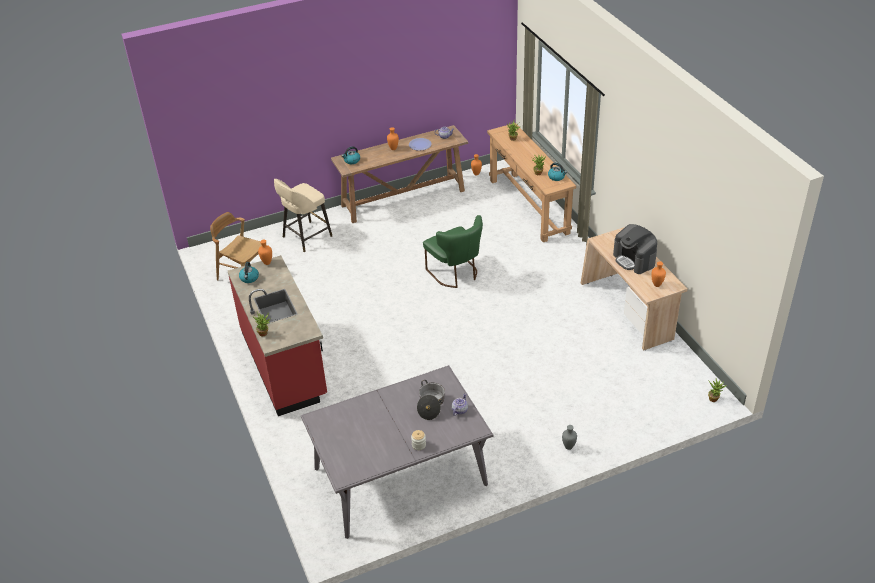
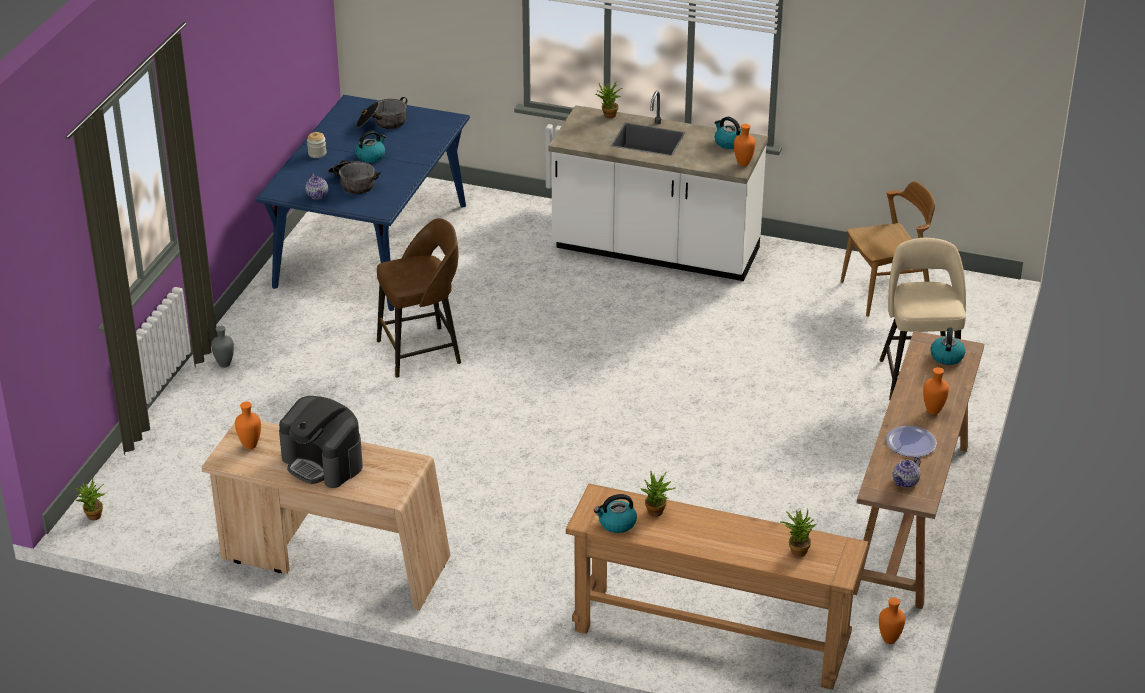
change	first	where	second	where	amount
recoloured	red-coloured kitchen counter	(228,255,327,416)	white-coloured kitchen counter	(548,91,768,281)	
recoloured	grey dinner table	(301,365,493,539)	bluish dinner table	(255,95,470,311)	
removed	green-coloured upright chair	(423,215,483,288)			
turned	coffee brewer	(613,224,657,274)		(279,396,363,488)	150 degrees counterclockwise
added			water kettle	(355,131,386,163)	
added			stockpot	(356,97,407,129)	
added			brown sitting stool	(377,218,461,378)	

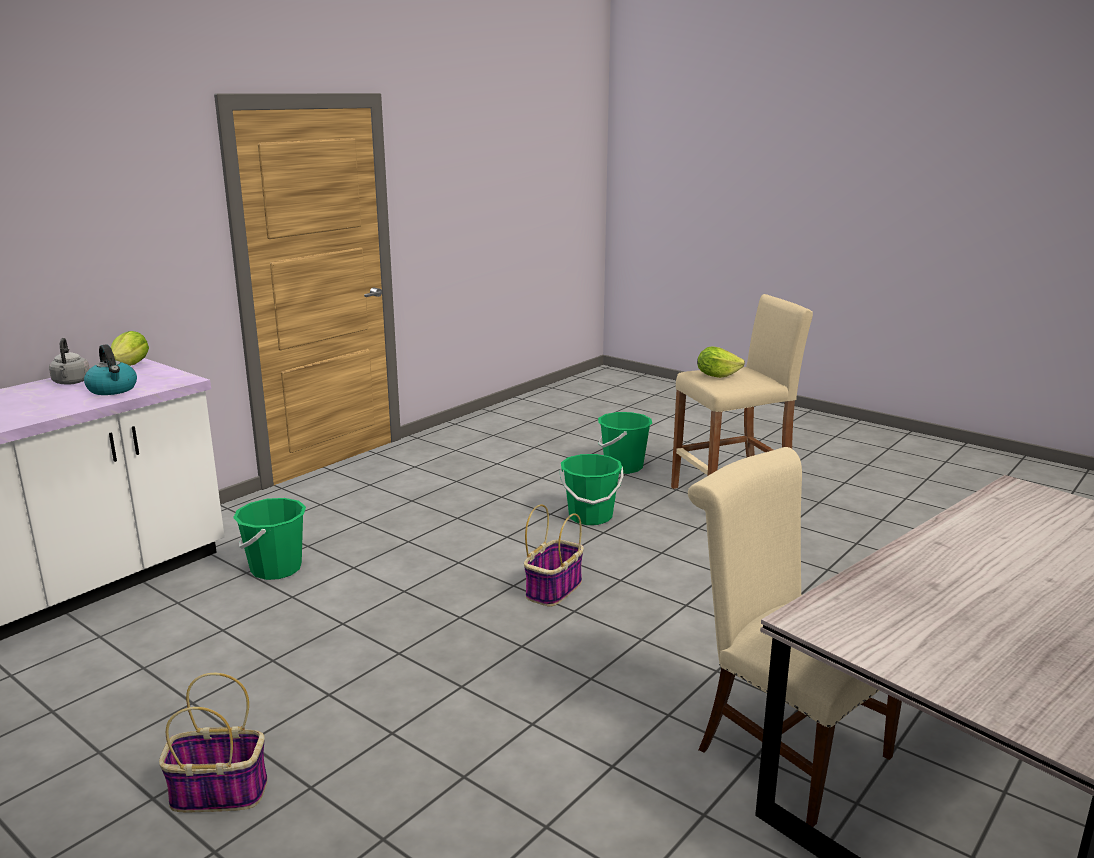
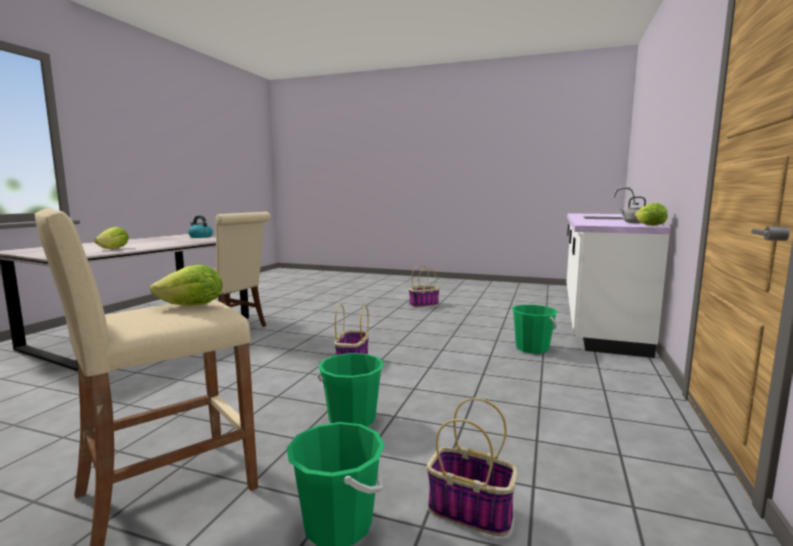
change	first	where	second	where	amount
moved	water kettle	(84,344,137,395)		(188,215,213,238)	
added			lettuce	(94,227,129,249)	
added			basket	(427,398,517,536)	

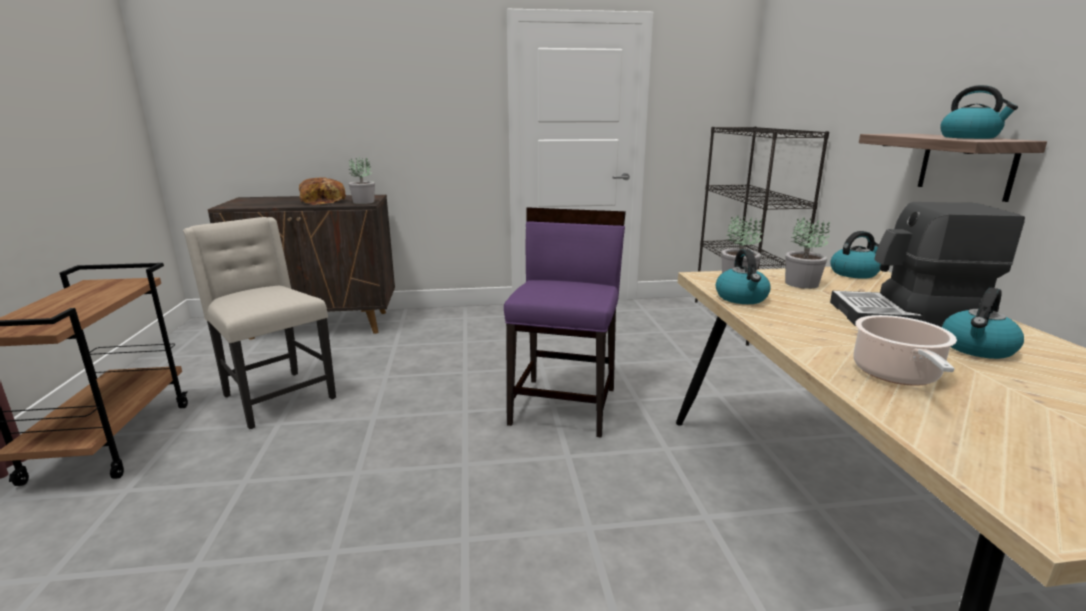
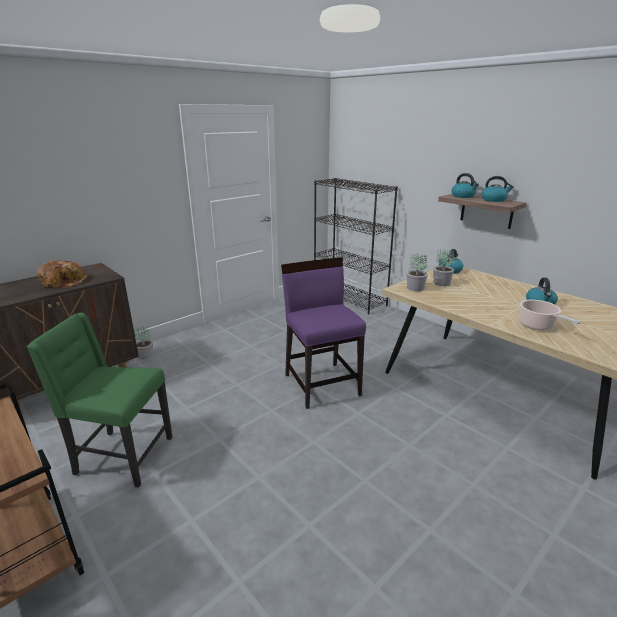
change	first	where	second	where	amount
recoloured	sand-coloured upright chair	(183,217,336,429)	green-coloured upright chair	(27,313,172,488)	
moved	plant in a pot	(349,156,375,204)		(134,325,153,359)	
moved	water kettle	(716,249,771,304)		(452,173,479,198)	
removed	coffee brewer	(830,202,1025,327)			

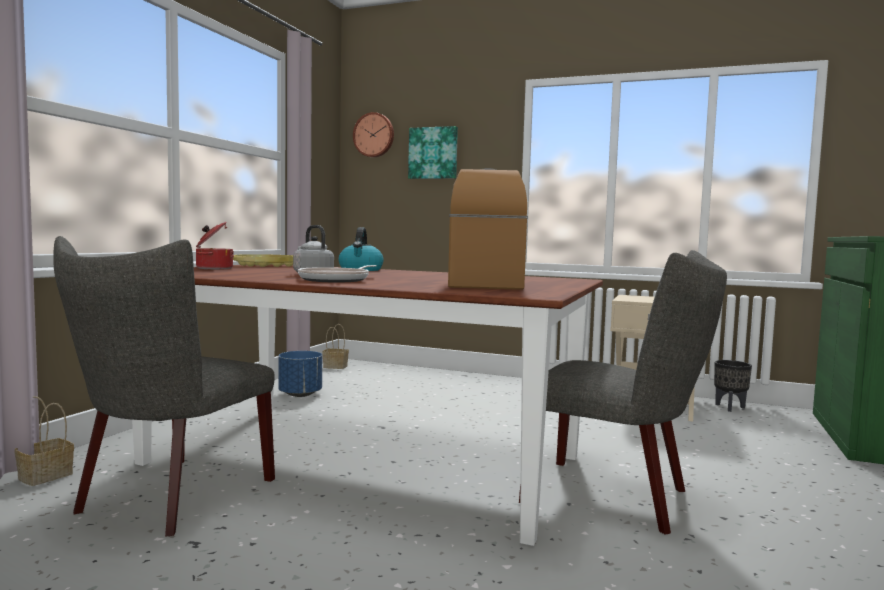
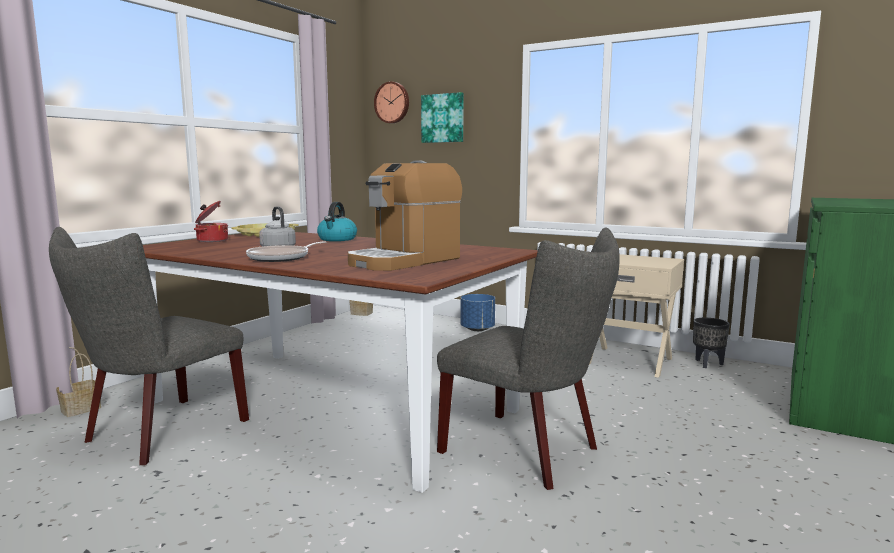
change	first	where	second	where	amount
moved	bluish flower pot	(278,351,322,397)		(461,294,495,331)	
turned	coffee brewer	(448,168,528,290)		(348,160,462,271)	150 degrees counterclockwise

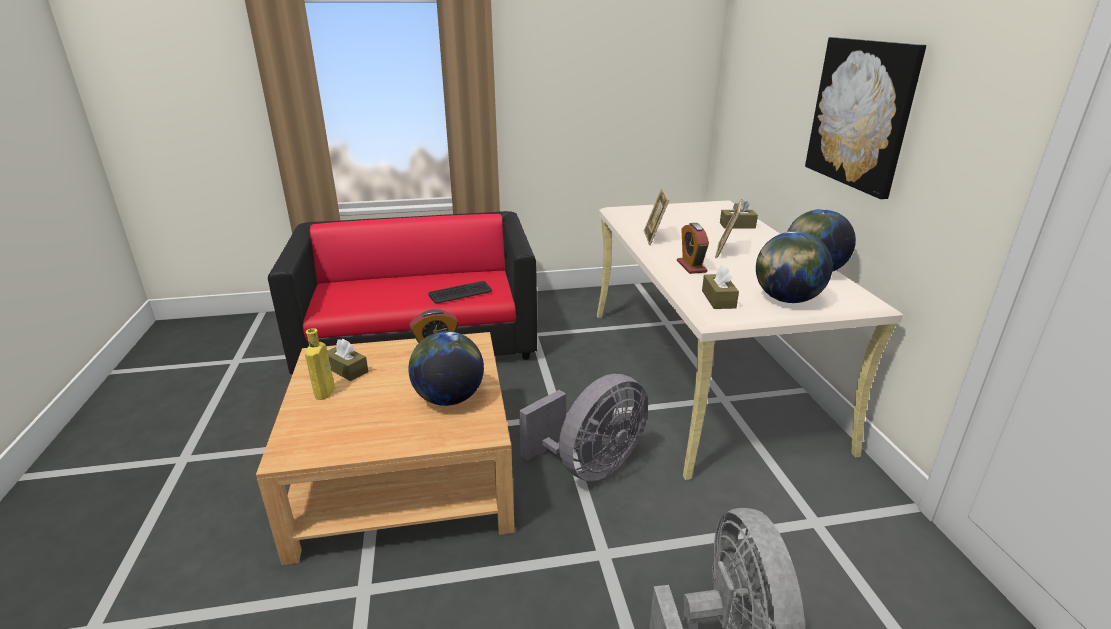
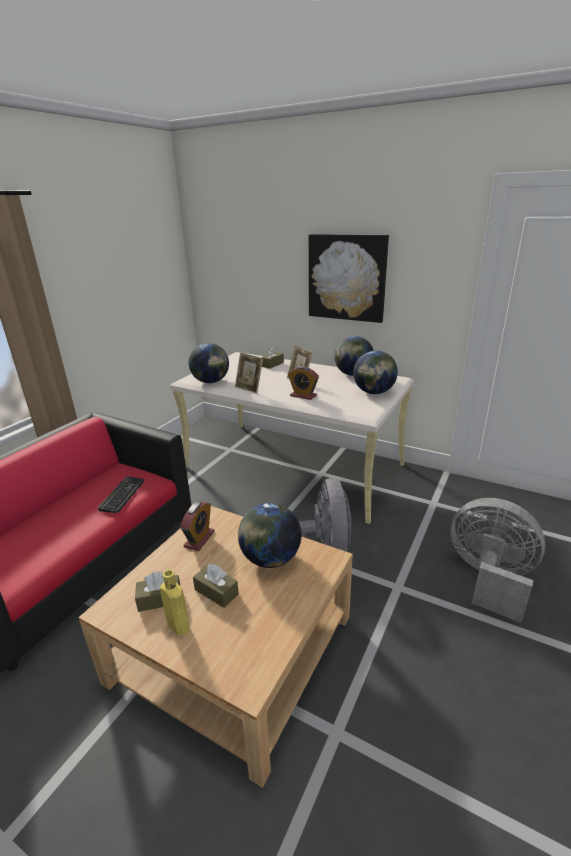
change	first	where	second	where	amount
moved	brown tissue holder	(702,265,739,309)		(193,564,239,608)	
added			desk globe	(189,343,229,383)	

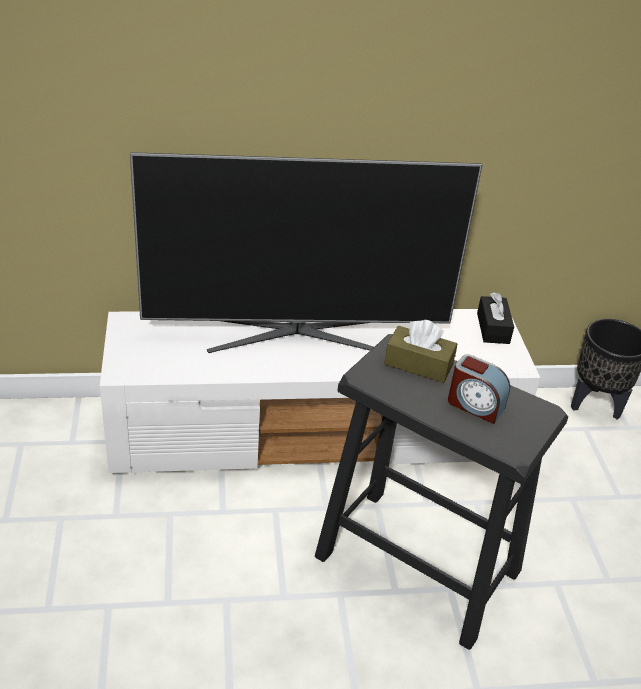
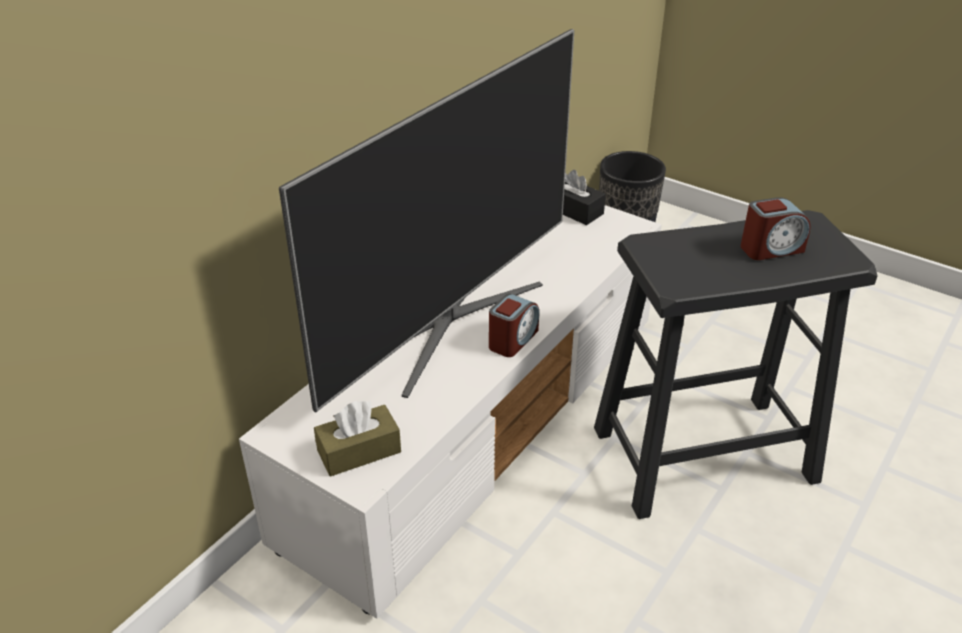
change	first	where	second	where	amount
moved	brown tissue holder	(384,320,457,383)		(314,401,401,477)	
added			table clock	(489,294,539,357)	

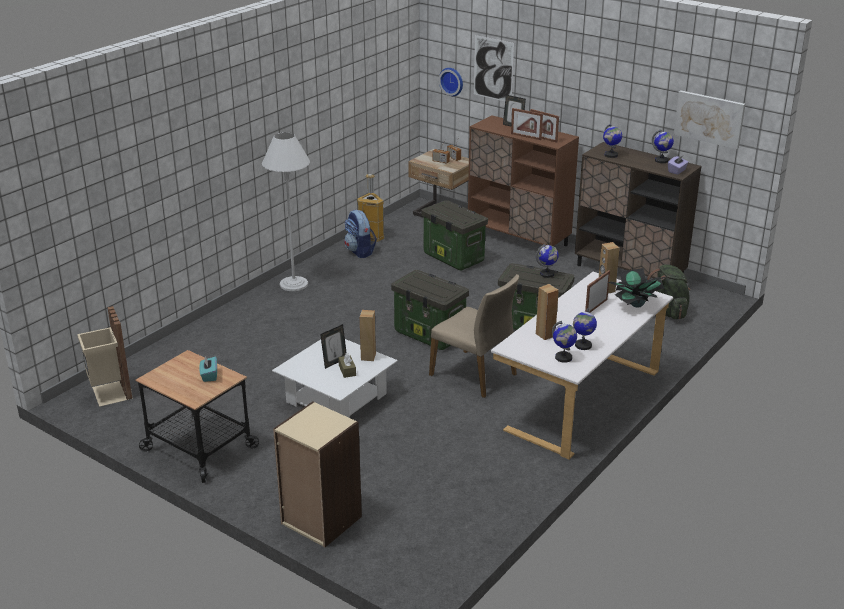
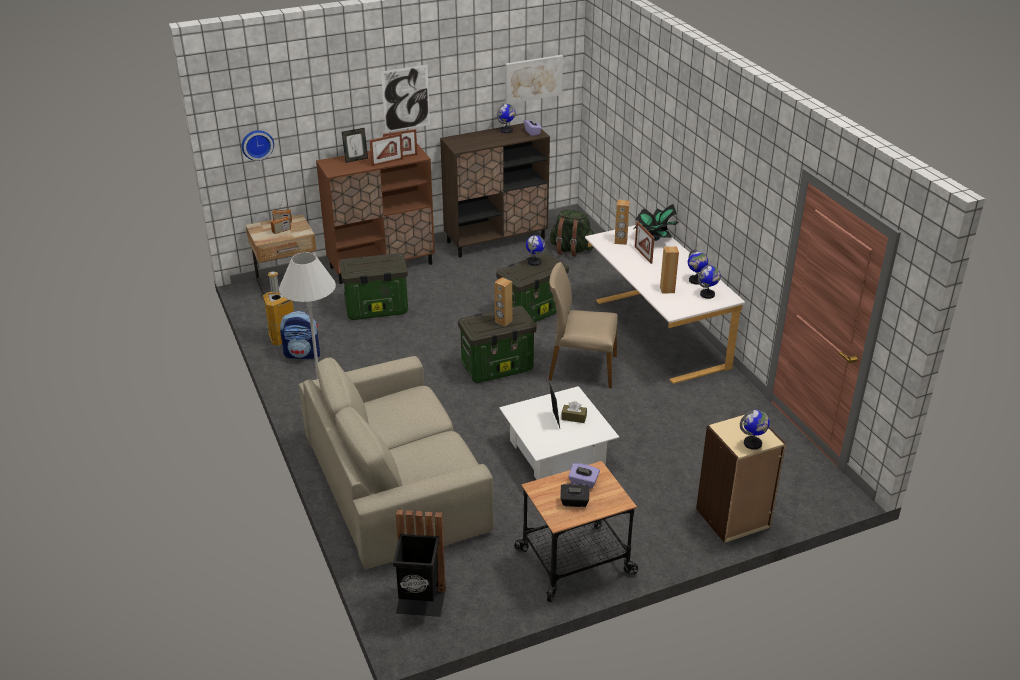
change	first	where	second	where	amount
recoloured	sand-coloured trash can	(77,306,133,407)	black trash can	(393,510,446,617)	
recoloured	turquoise-coloured tissue holder	(199,356,217,382)	purplish tissue holder	(569,463,600,489)	
moved	brown speaker	(360,310,376,361)		(495,277,512,326)	
turned	sand-coloured upright chair	(429,274,519,398)		(548,262,618,388)	150 degrees counterclockwise
moved	picture	(474,35,514,102)		(381,65,430,132)	
moved	desk globe	(603,123,622,158)		(740,410,770,450)	
added			sand-coloured settee	(299,356,494,569)	
added			black tissue holder	(561,484,590,507)	

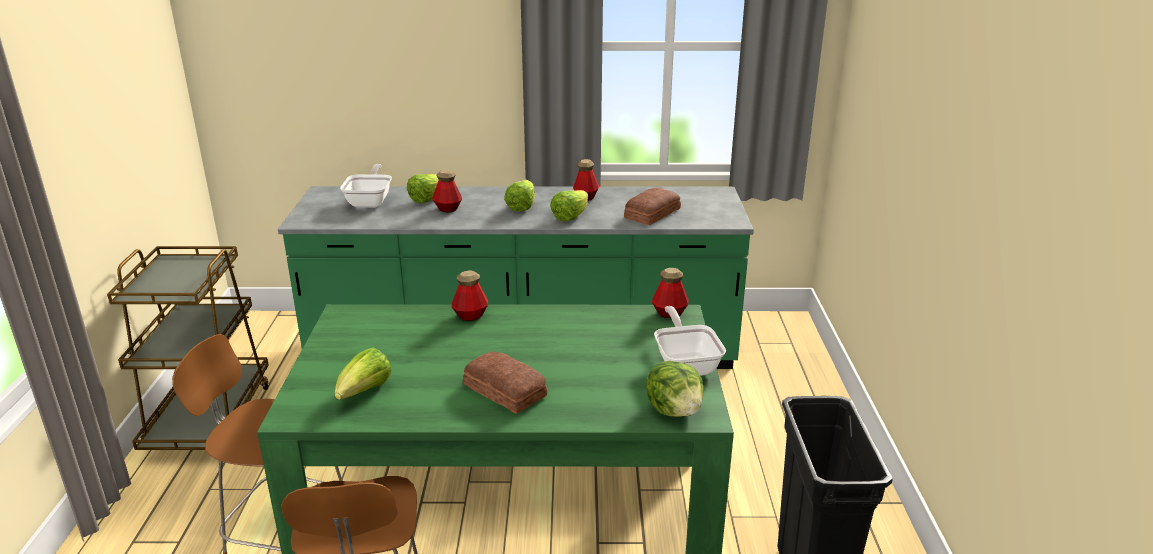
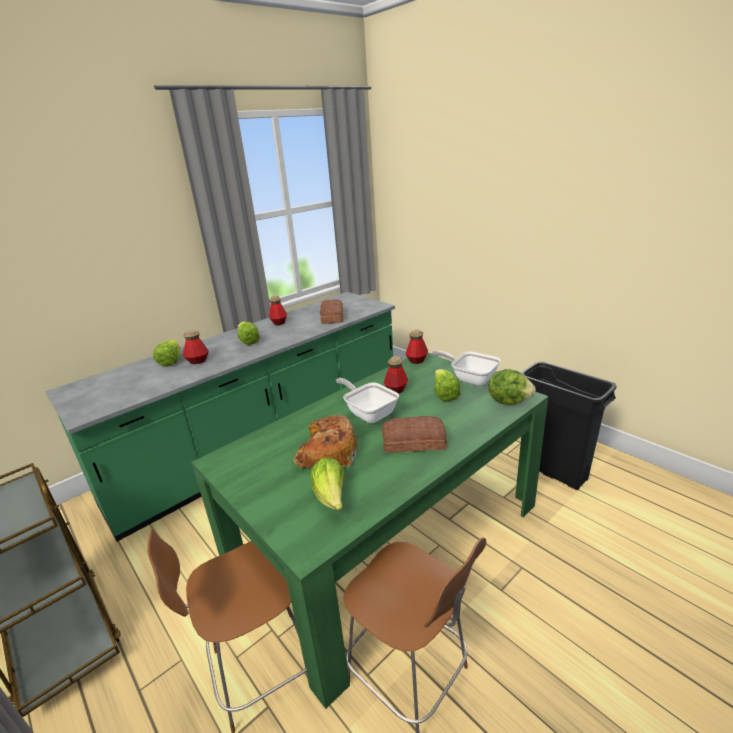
change	first	where	second	where	amount
moved	pan	(340,164,392,208)		(336,378,399,423)	
moved	drink bottle	(451,270,488,321)		(384,356,408,394)	
moved	lettuce	(550,190,588,221)		(434,369,460,402)	
added			baked bread	(293,415,358,468)	

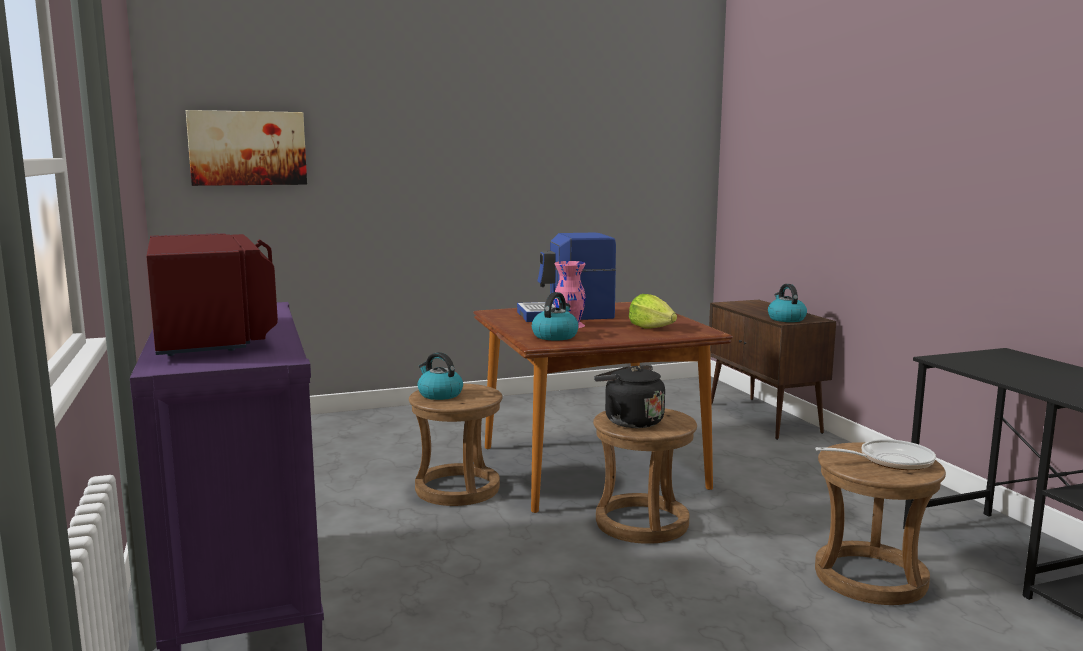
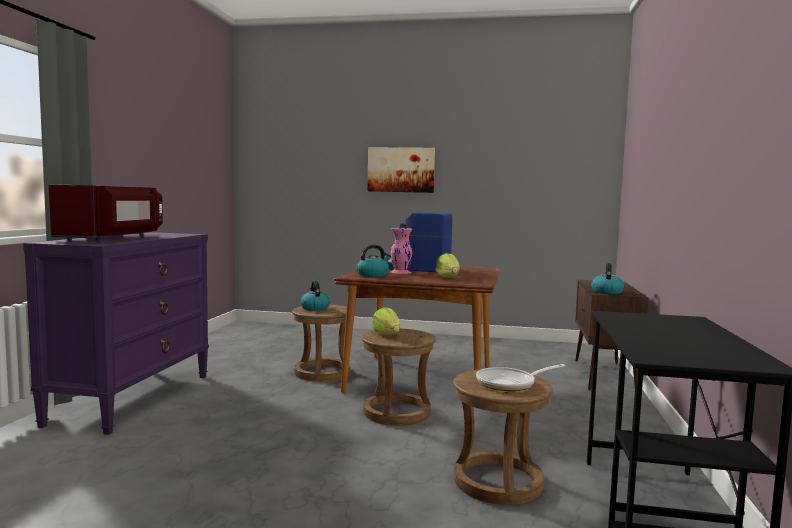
change	first	where	second	where	amount
moved	picture	(186,110,307,186)		(367,147,435,193)	
replaced	black water kettle	(594,365,665,428)	lettuce	(372,307,400,336)	
turned	pan	(815,439,936,470)		(476,364,566,391)	135 degrees clockwise

